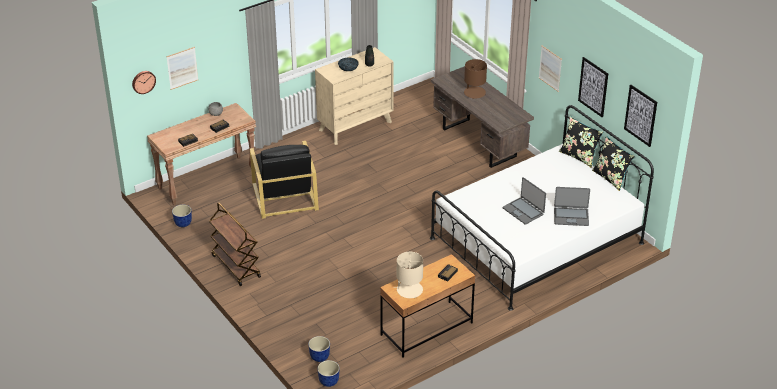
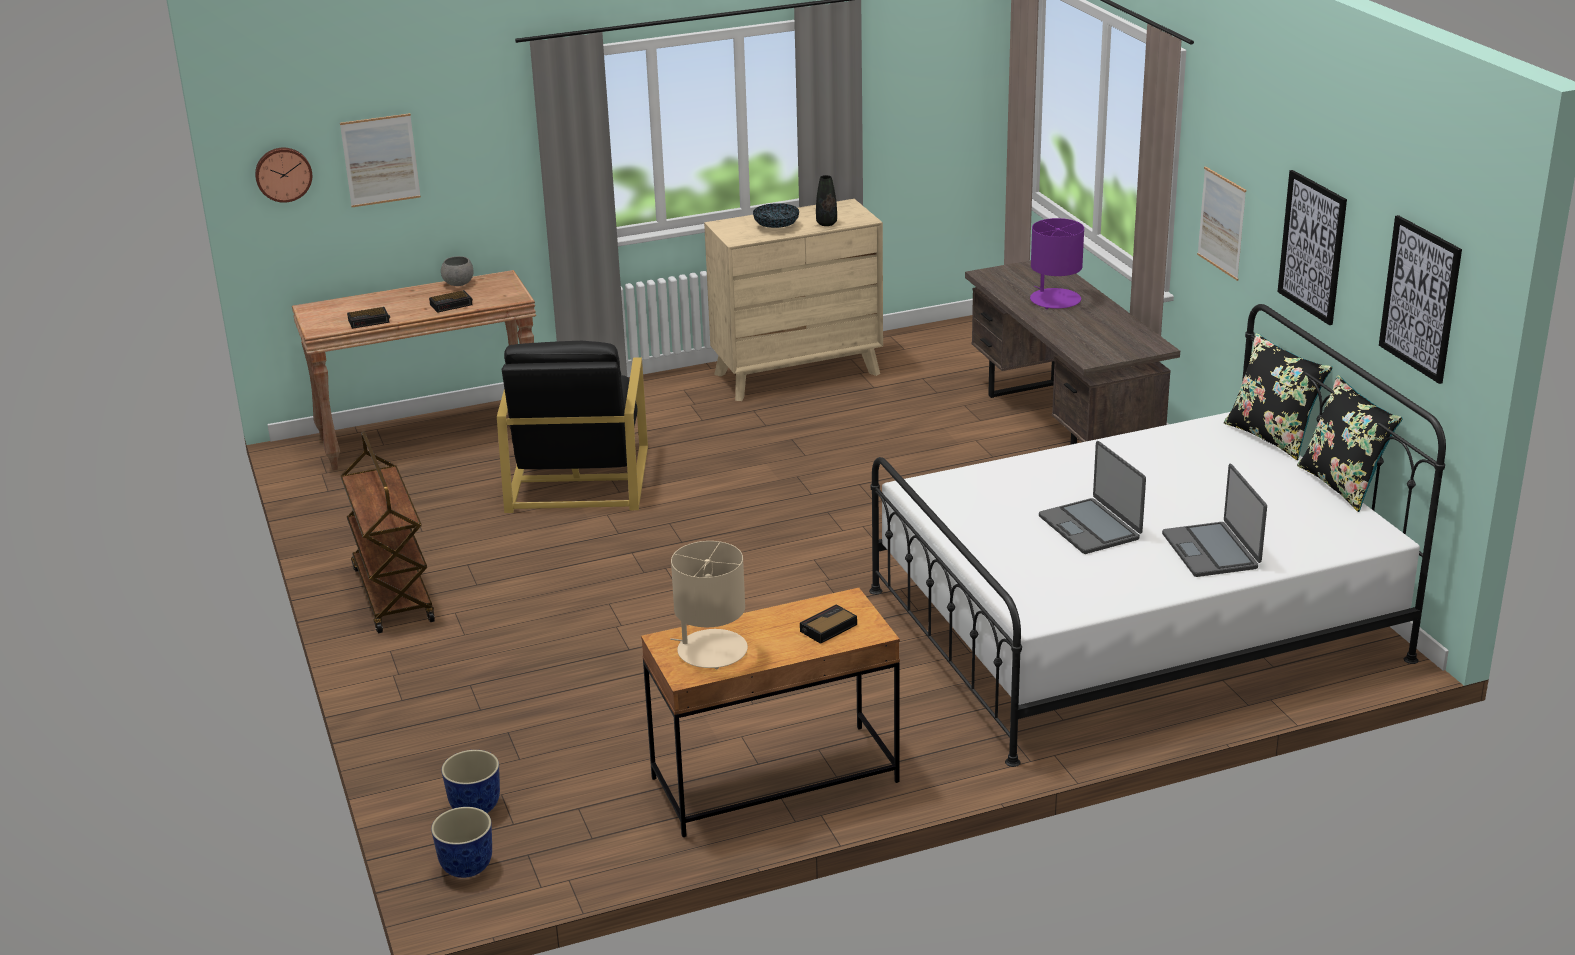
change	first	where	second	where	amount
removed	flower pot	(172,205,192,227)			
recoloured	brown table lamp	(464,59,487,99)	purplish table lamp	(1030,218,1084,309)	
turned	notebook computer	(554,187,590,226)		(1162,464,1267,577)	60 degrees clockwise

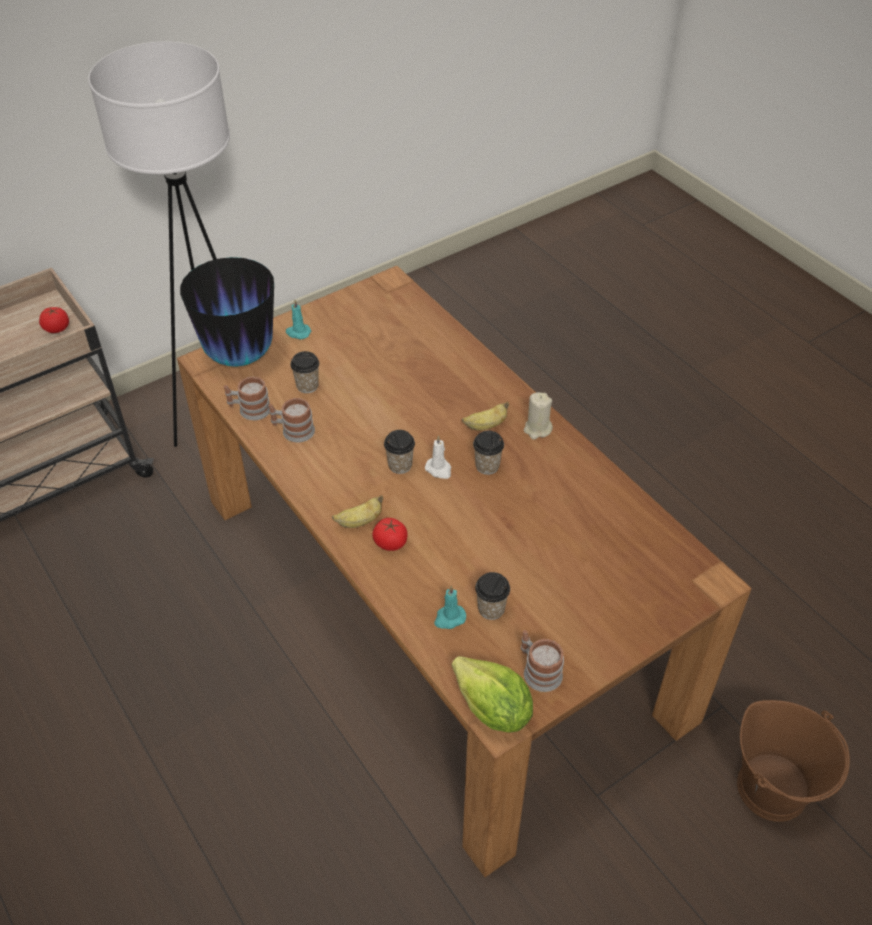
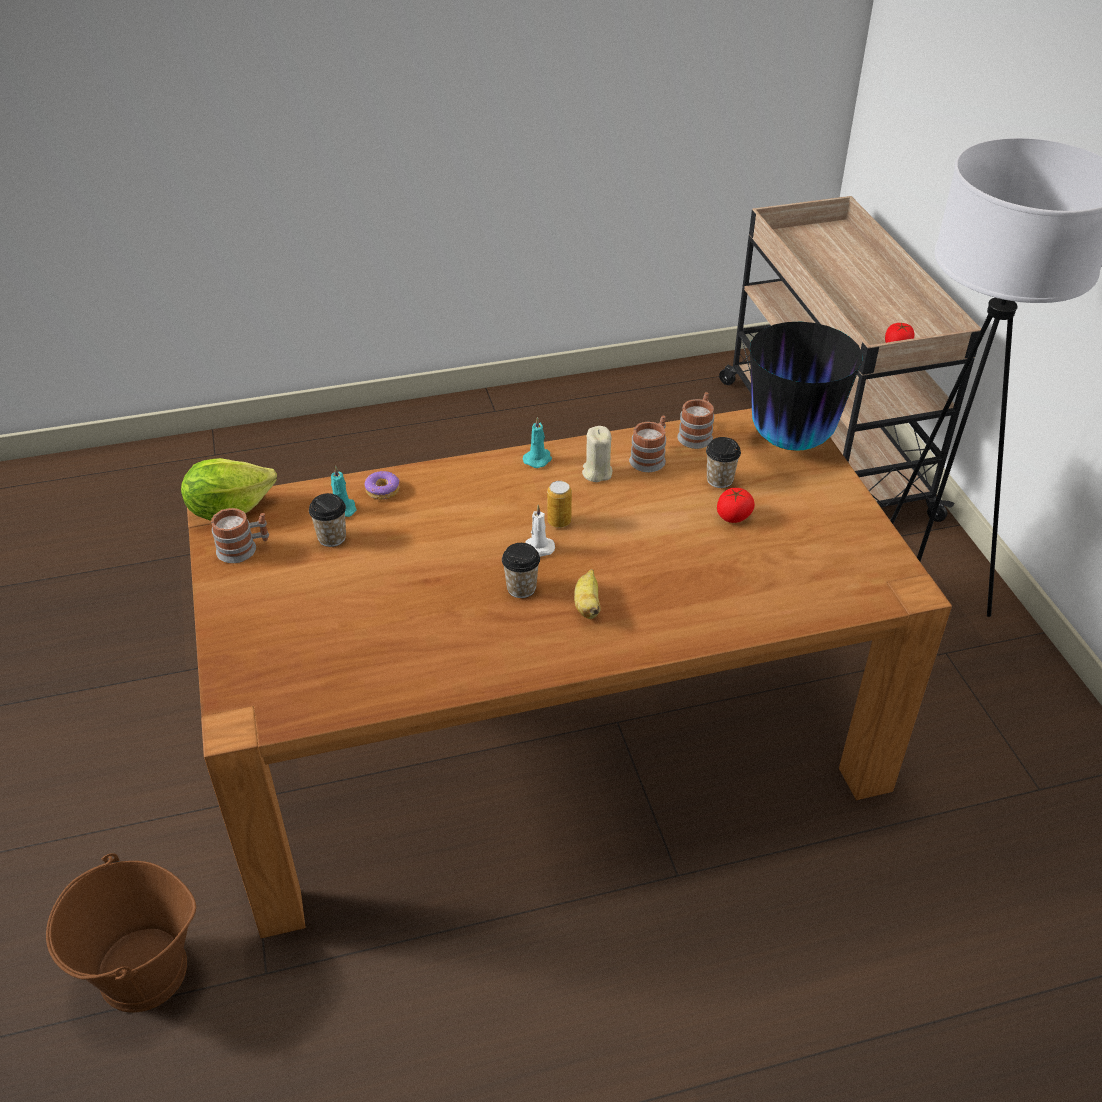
change	first	where	second	where	amount
moved	turquoise-coloured candle	(286,300,311,339)		(523,417,552,468)	
removed	banana	(332,495,383,528)			
moved	fresh tomato	(372,518,407,551)		(717,488,755,523)	
replaced	small cup	(384,430,415,474)	metal can	(547,481,572,528)	
moved	sand-coloured candle	(524,392,553,439)		(582,426,612,482)	
added			donut	(364,471,400,500)	

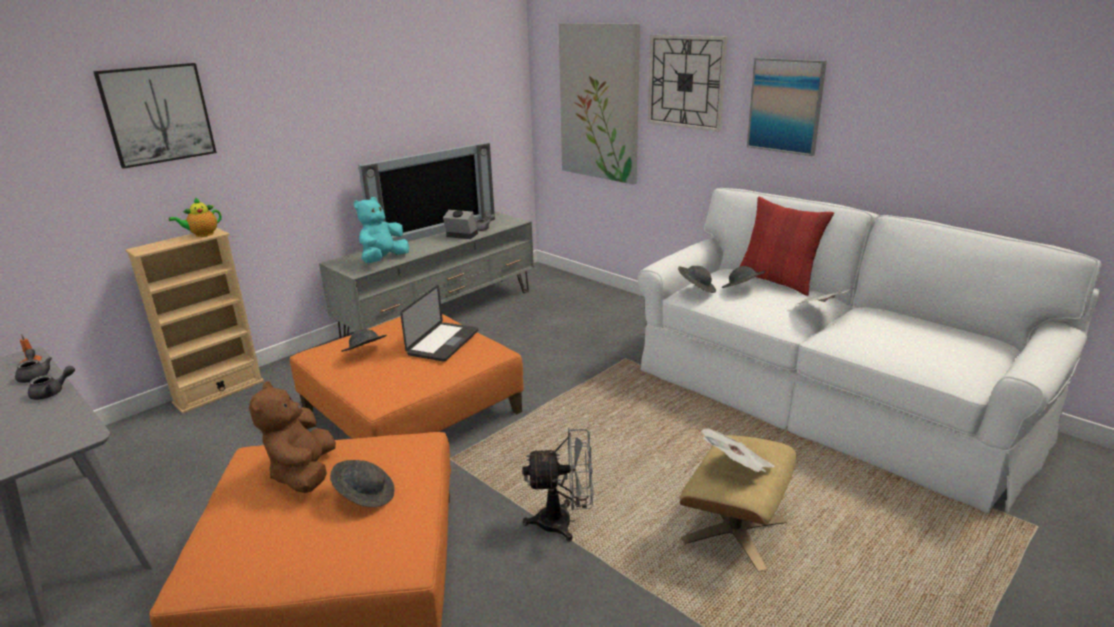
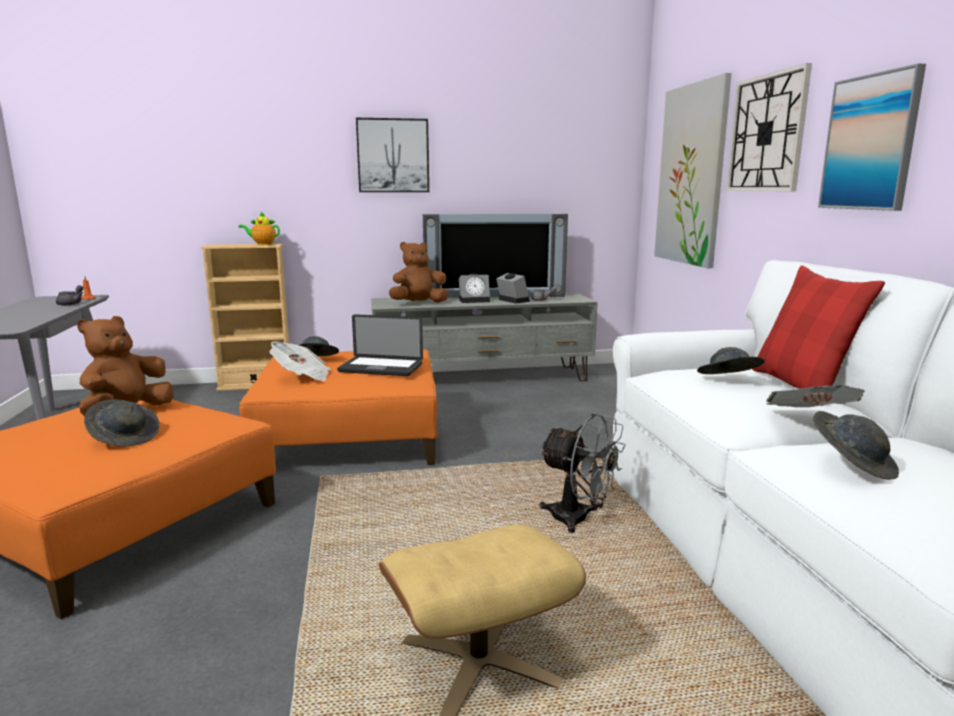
change	first	where	second	where	amount
removed	grey pot for tea	(28,366,75,400)			
moved	picture	(93,63,217,169)		(356,118,429,192)	
recoloured	turquoise-coloured cuddly toy	(354,197,409,263)	brown cuddly toy	(389,242,449,303)	
turned	notebook computer	(400,285,478,362)		(337,314,423,376)	45 degrees clockwise
moved	grey cooling fan	(523,427,594,542)		(539,413,625,533)	
moved	grey hat	(678,266,716,293)		(813,411,899,480)	
moved	newspaper	(701,428,775,472)		(269,341,331,381)	
added			table clock	(459,273,490,303)	

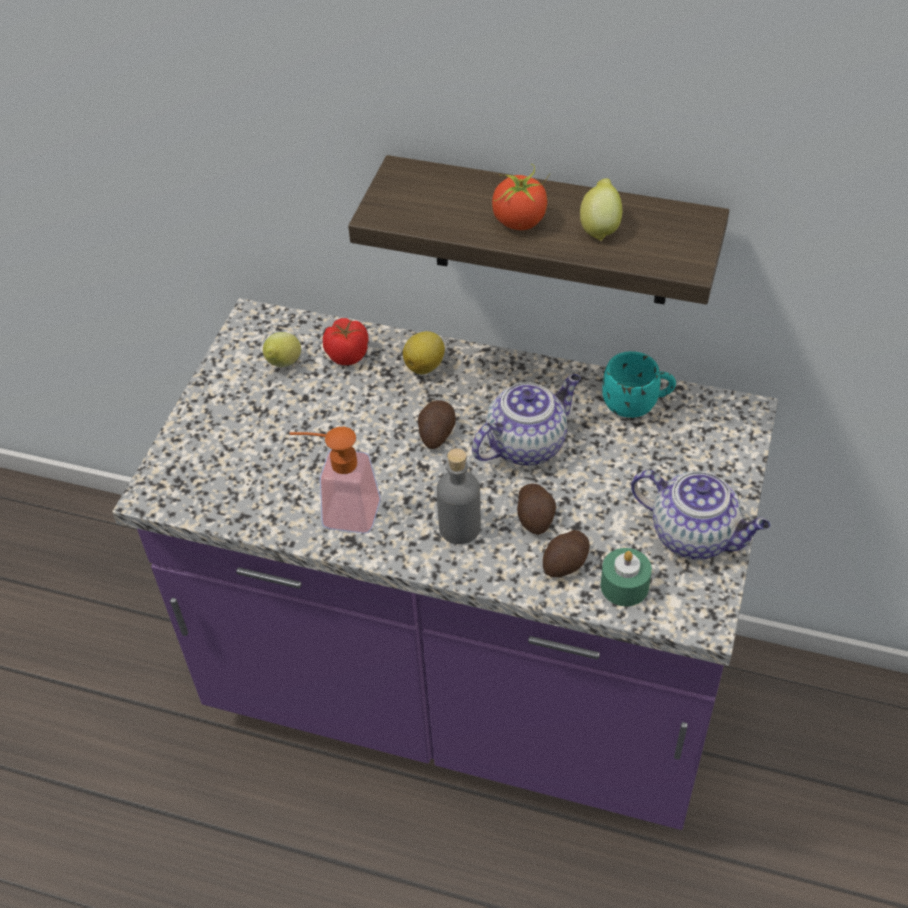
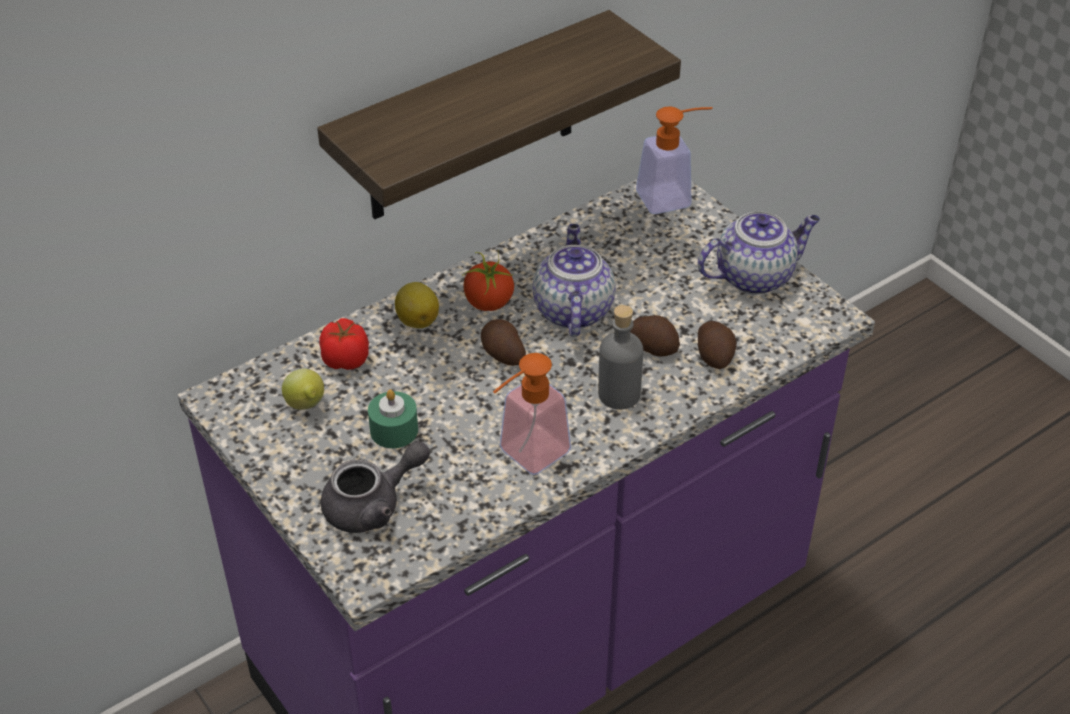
change	first	where	second	where	amount
moved	fresh tomato	(492,164,550,230)		(464,252,514,311)	
removed	whole lemon	(580,178,622,241)			
moved	green-coloured candle	(601,548,652,606)		(368,389,418,448)	
removed	turquoise-coloured coffee mug	(602,351,676,418)			
added			grey pot for tea	(321,441,430,533)	
added			soap dispenser	(636,106,713,214)	

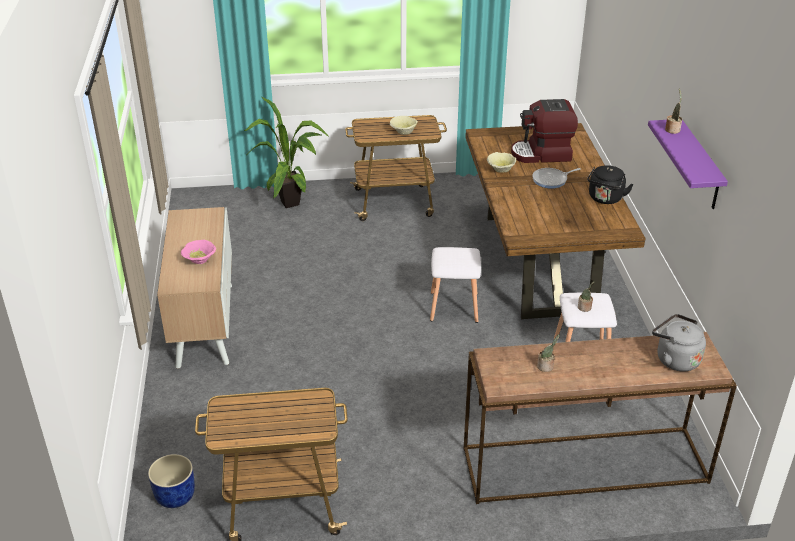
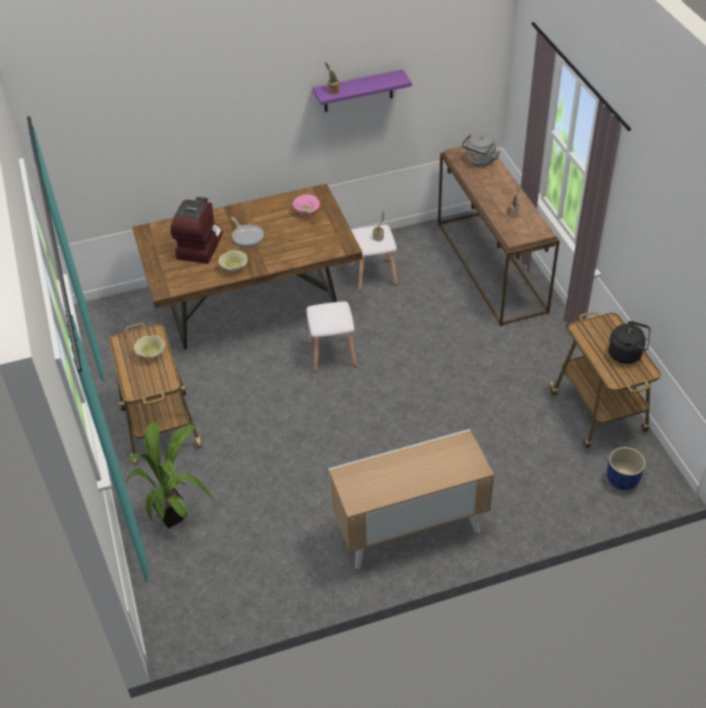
change	first	where	second	where	amount
moved	pinkish serving bowl	(181,240,216,264)		(292,194,320,216)	
turned	coffee brewer	(511,99,578,163)		(170,197,223,264)	150 degrees counterclockwise
moved	black water kettle	(587,165,634,204)		(608,321,650,364)	

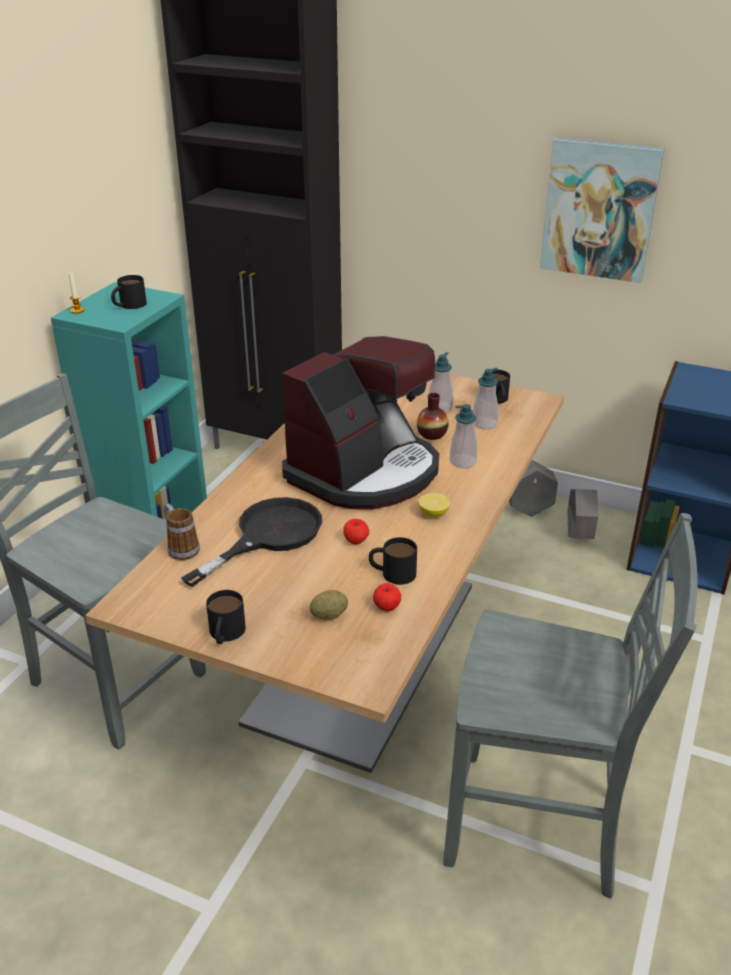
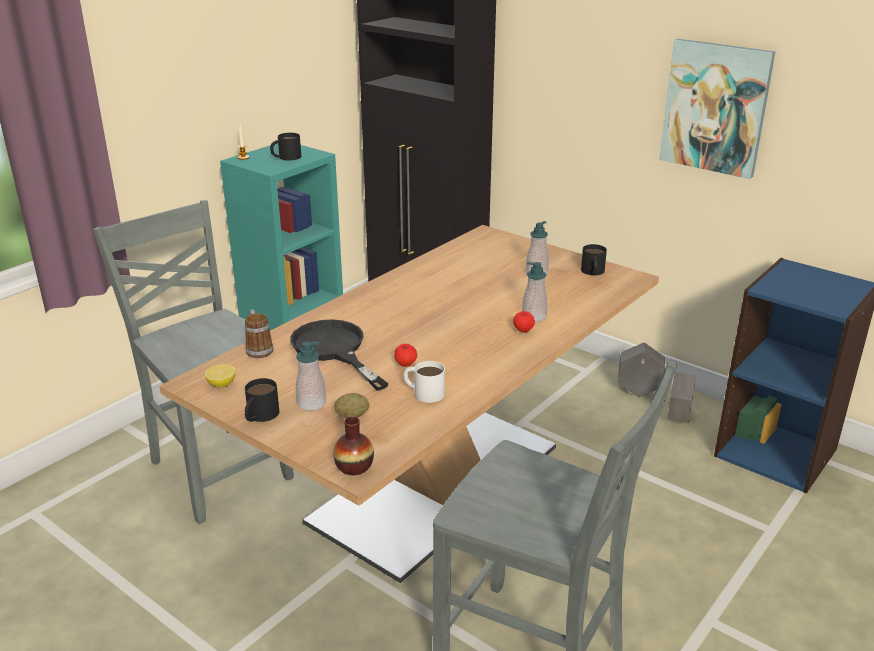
change	first	where	second	where	amount
turned	black pan	(181,497,322,587)		(290,319,389,391)	90 degrees counterclockwise
removed	coffee brewer	(282,336,439,510)			
recoloured	black coffee mug	(369,537,417,585)	white-coloured coffee mug	(404,361,445,403)	
moved	whole apple	(373,583,401,612)		(513,311,535,333)	
moved	flower vase	(417,393,449,440)		(333,417,374,475)	
moved	whole lemon	(419,493,450,518)		(205,364,236,388)	
moved	soap dispenser	(473,368,498,429)		(296,341,326,411)	

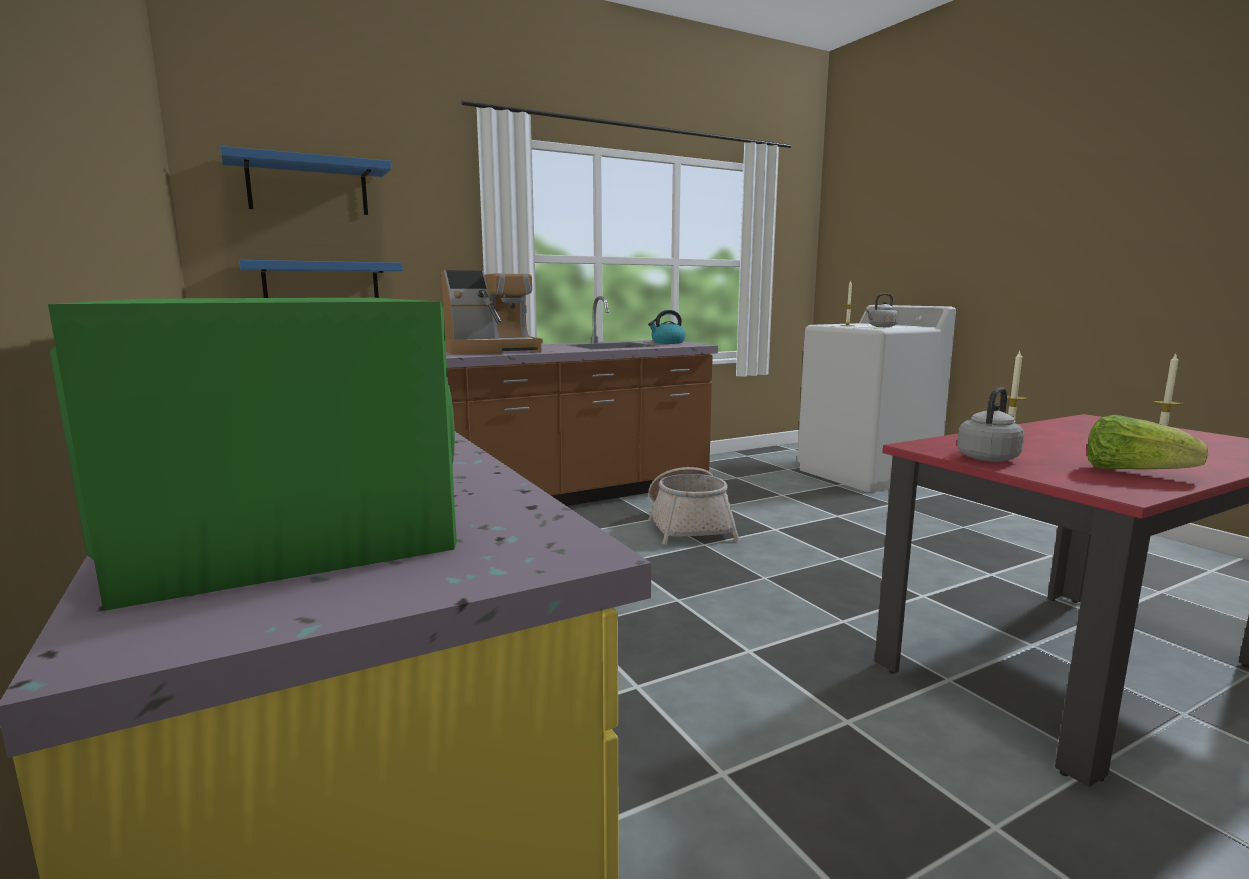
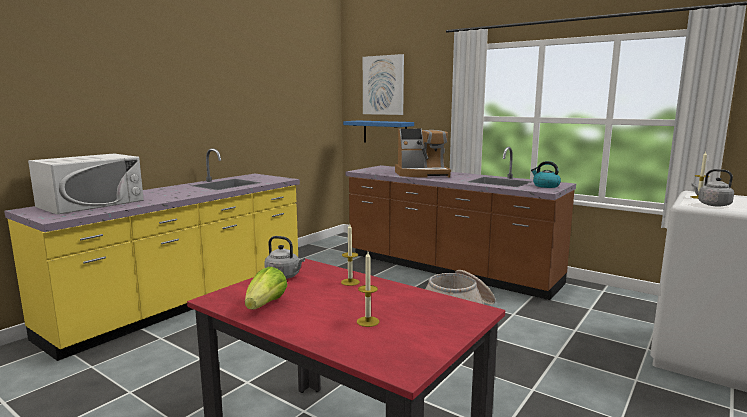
change	first	where	second	where	amount
recoloured	green-coloured microwave	(48,298,457,611)	white-coloured microwave	(28,154,144,215)	
replaced	bluish shelf	(220,146,391,215)	picture	(363,54,404,115)	
turned	coffee brewer	(441,270,543,354)		(395,129,451,178)	45 degrees counterclockwise

